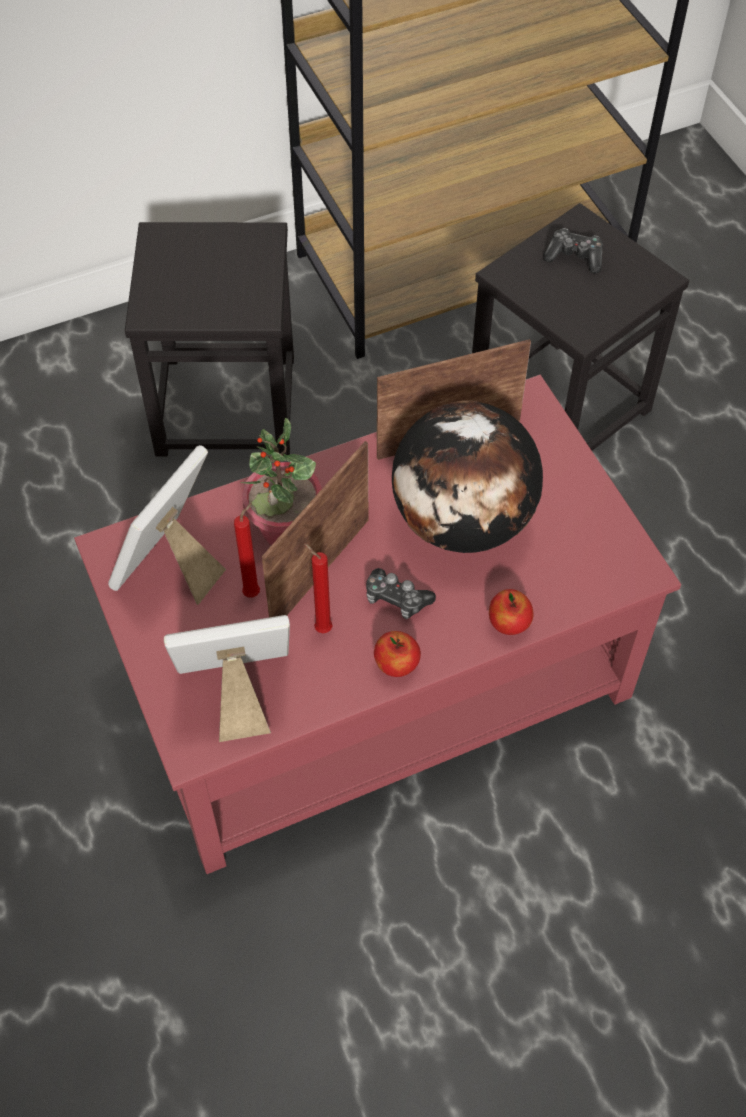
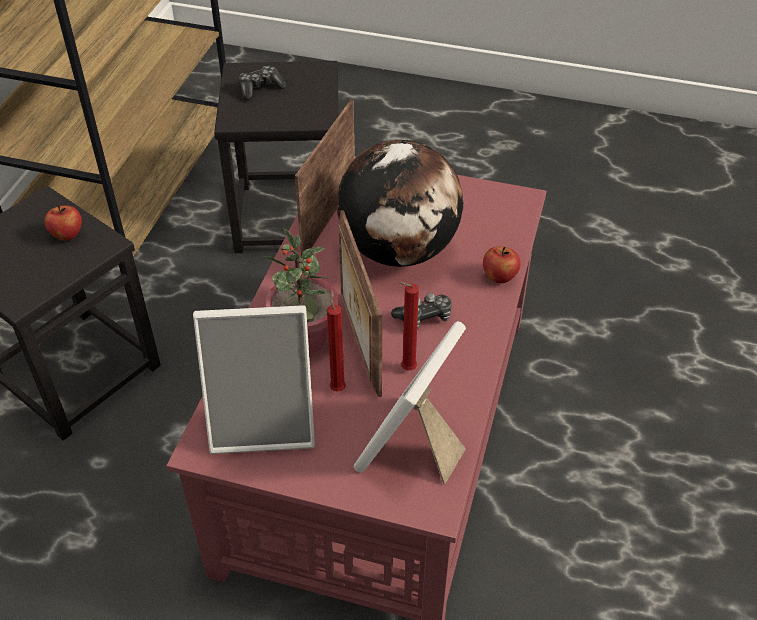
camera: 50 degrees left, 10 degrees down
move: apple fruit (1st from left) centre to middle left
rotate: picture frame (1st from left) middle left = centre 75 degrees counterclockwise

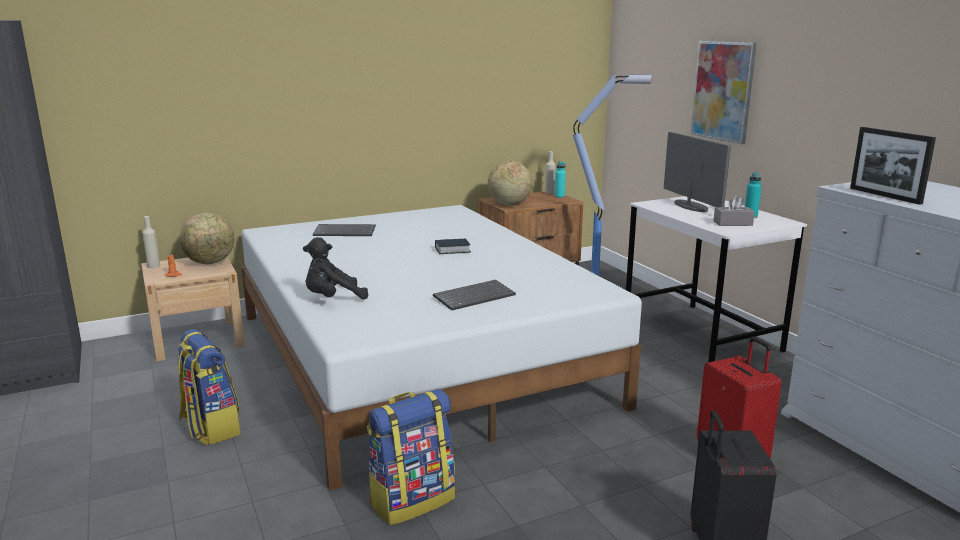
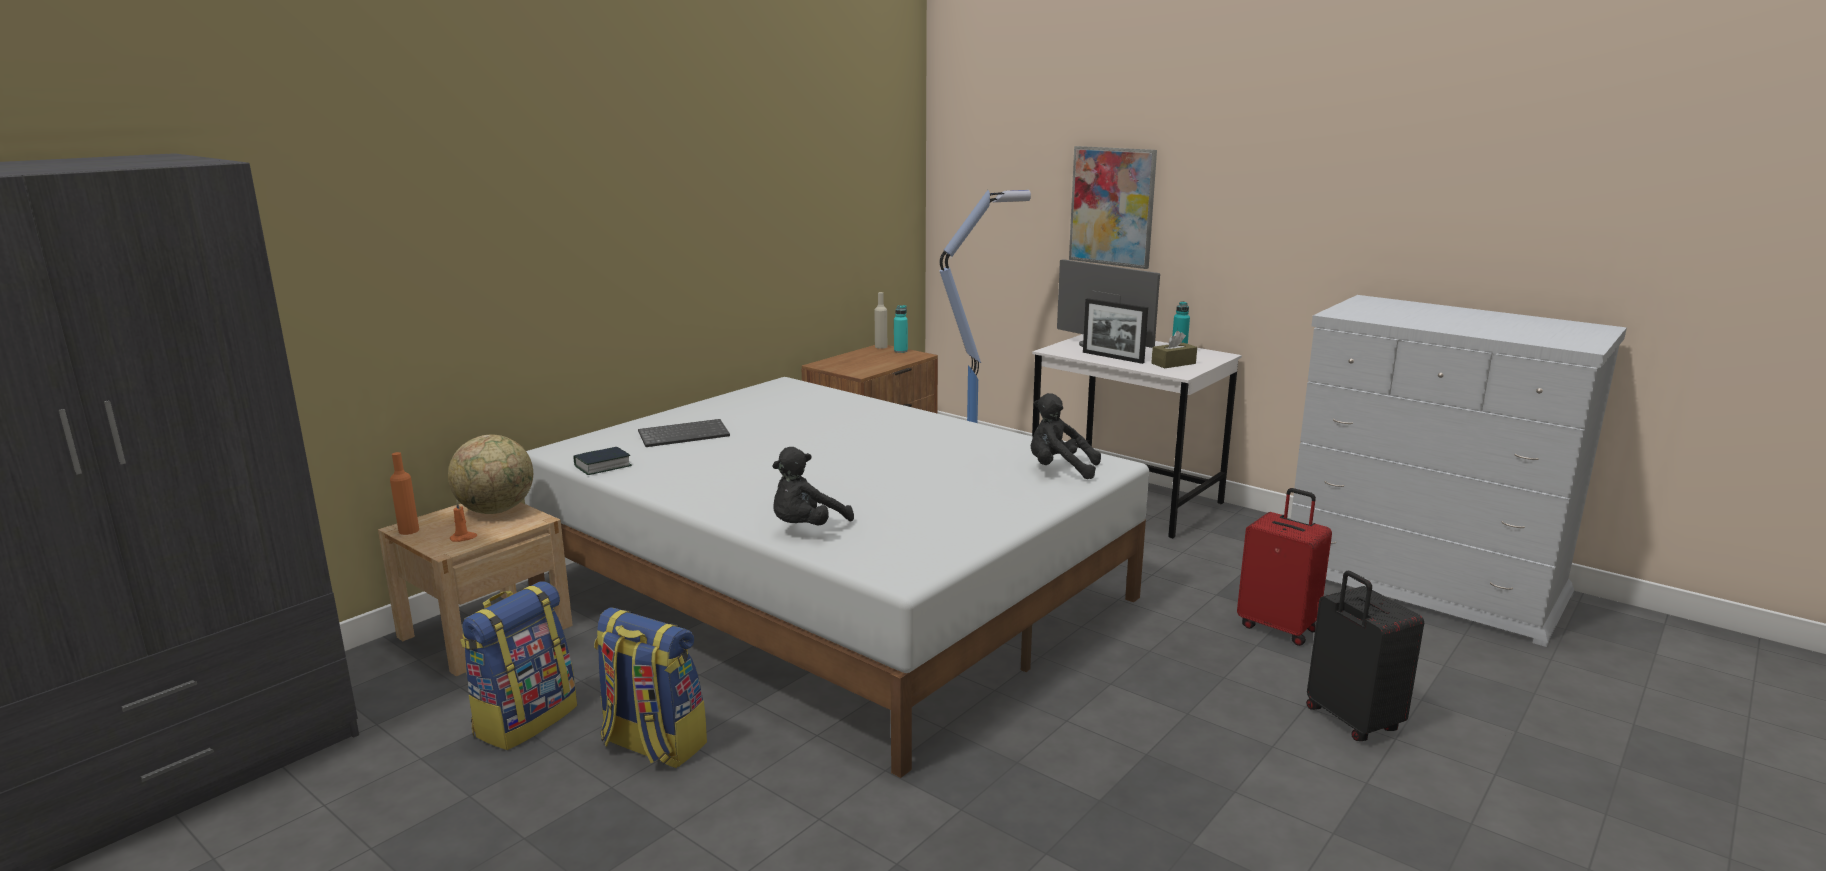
camera: 25 degrees left, 0 degrees up
delete: keyboard (2nd from left) centre; world globe (2nd from left) centre
insert: black soft toy (2nd from left) centre
move: knapsack (2nd from left in the first image) bottom centre to knapsack (1st from left) bottom left; volume centre to middle left; picture frame top right to centre
recolor: sand-coloured beverage bottle (1st from left) middle left to orange-coloured beverage bottle middle left; grey tissue holder middle right to brown-coloured tissue holder centre

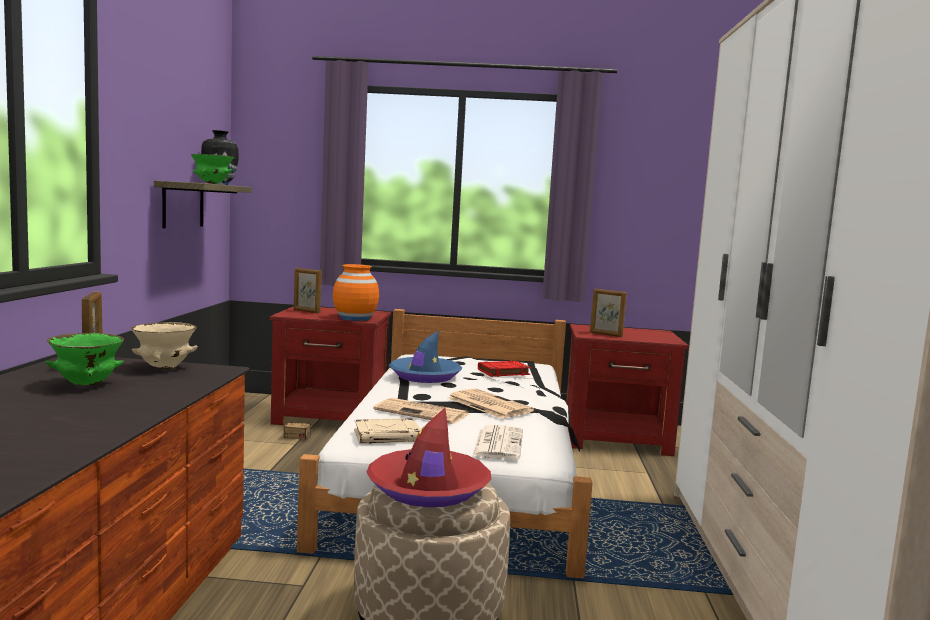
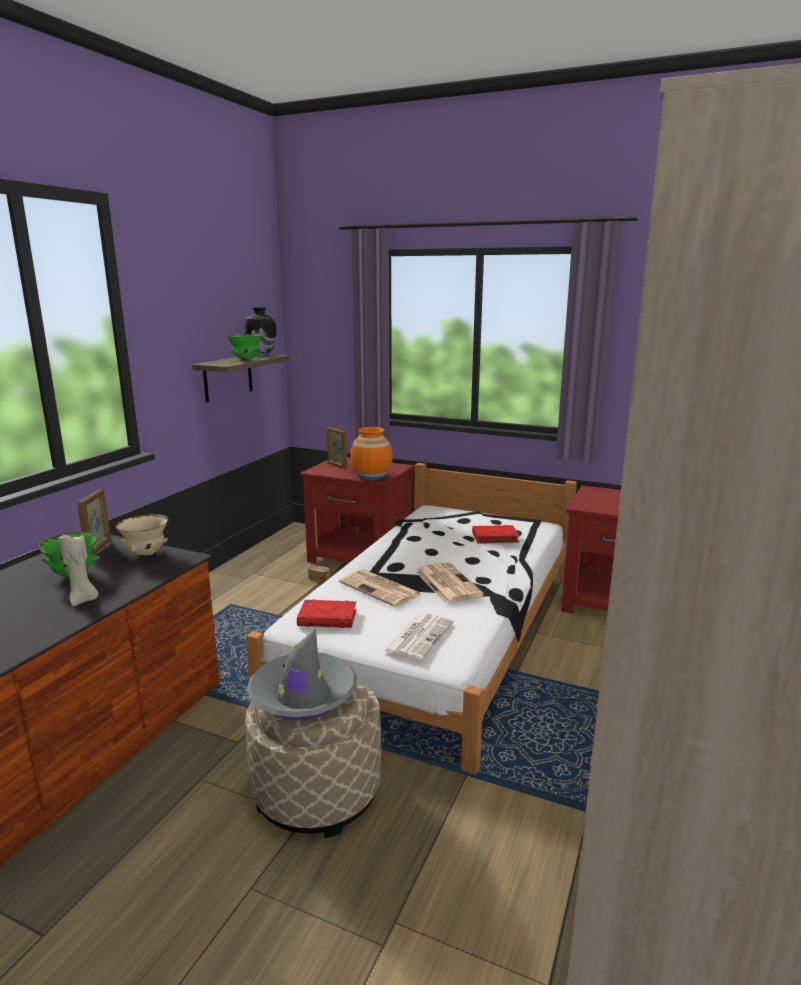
camera: 20 degrees right, 10 degrees up
delete: blue clothing hat centre; picture frame (3rd from left) centre
insert: sand-coloured wax light middle left
recolor: sand-coloured volume bottom centre to red-coloured volume (1st from left) centre; red-coloured clothing hat bottom centre to grey clothing hat bottom centre

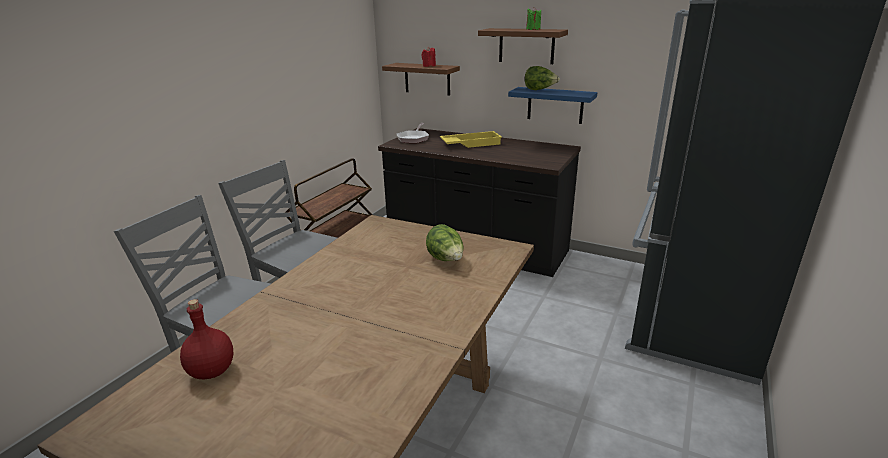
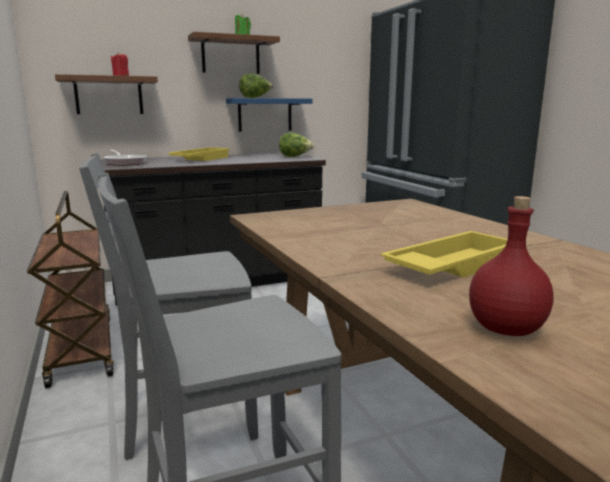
camera: 50 degrees left, 10 degrees down
insert: yellow serving tray (2nd from left) middle right
move: head of lettuce (1st from left in the first image) centre to head of lettuce (2nd from left) top centre

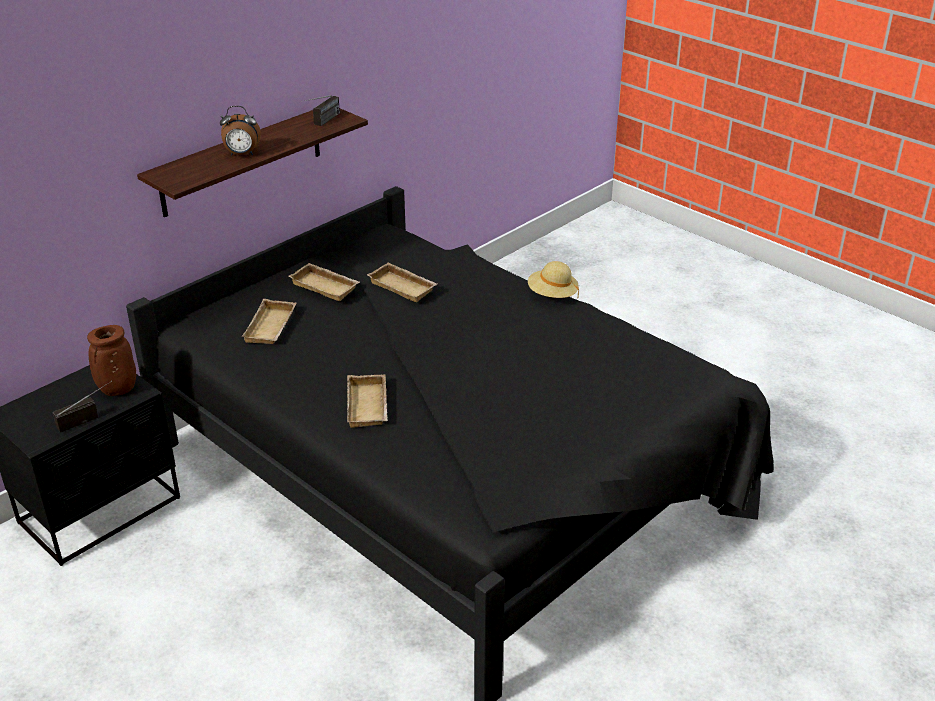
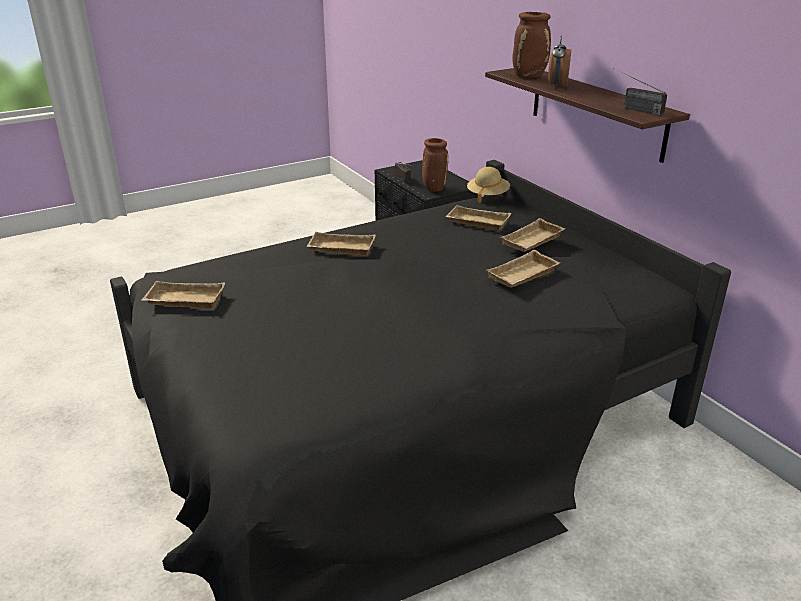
camera: 105 degrees right, 5 degrees down
insert: sand-coloured serving tray (1st from left) middle left; brown-coloured flower vase (2nd from left) top centre
move: sand-coloured clothing hat centre to top centre

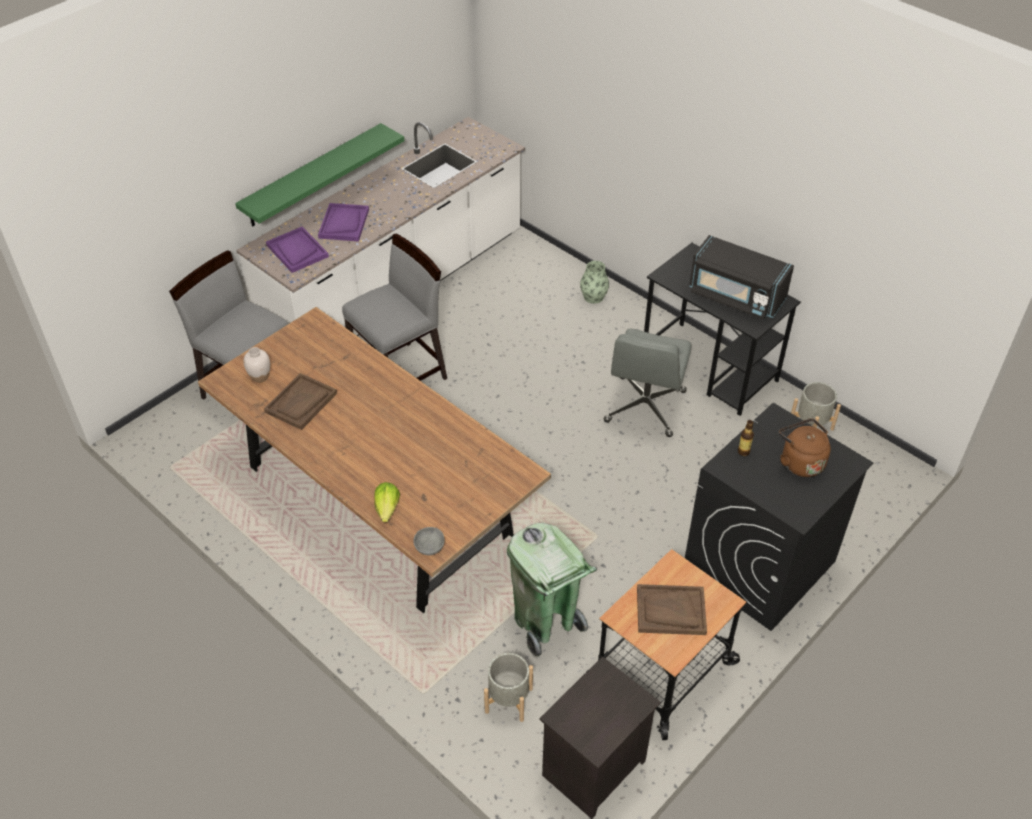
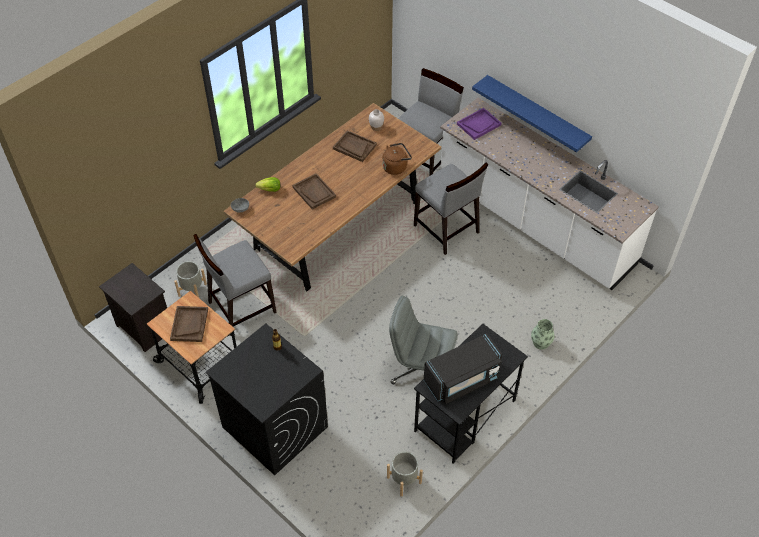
camera: 90 degrees right, 5 degrees up
delete: purple-coloured serving tray (2nd from left) top left
insert: brown-coloured serving tray (2nd from left) centre
move: brown-coloured kettle middle right to top centre
replace: green-coloured waste bin bottom centre to grey upright chair (1st from left) middle left
recolor: green-coloured wall shelf top left to blue wall shelf top right
rotate: black microwave oven middle right = bottom centre 150 degrees counterclockwise

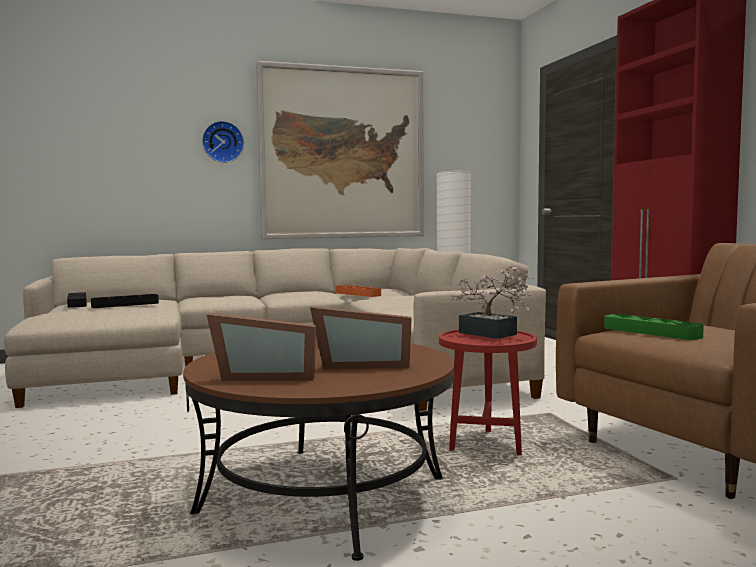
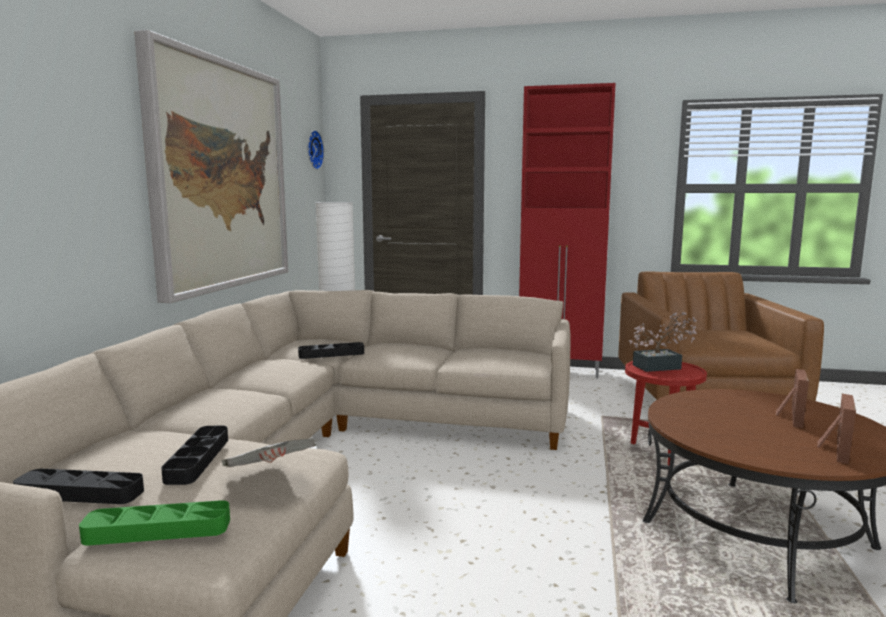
camera: 60 degrees left, 5 degrees up
insert: printed paper bottom left
move: wall clock top left to top centre; green-coloured serving tray middle right to bottom left
recolor: orange-coloured serving tray centre to black serving tray (3rd from left) centre

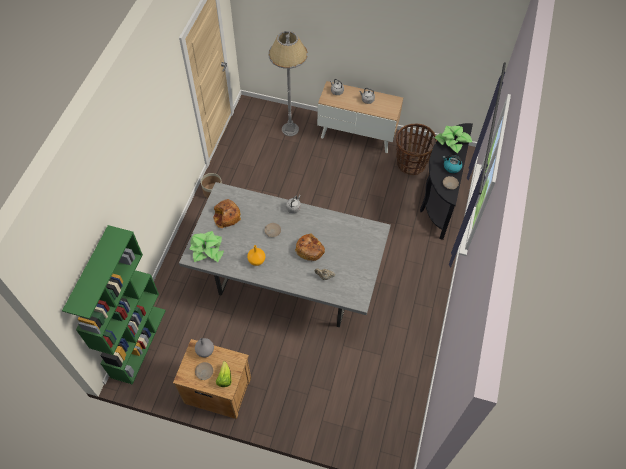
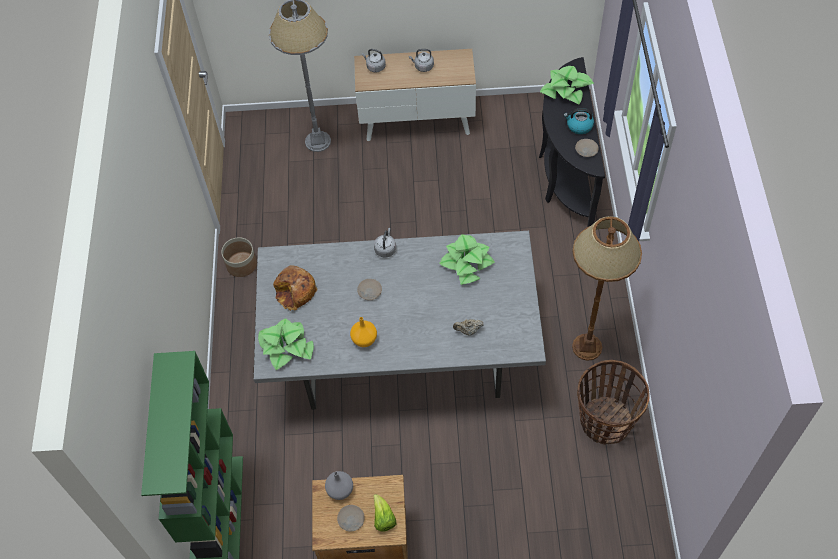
camera: 15 degrees left, 0 degrees up
delete: baked bread (2nd from left) centre
insert: houseplant (2nd from left) centre; brown-coloured floor lamp middle right
move: storage basket top centre to bottom right

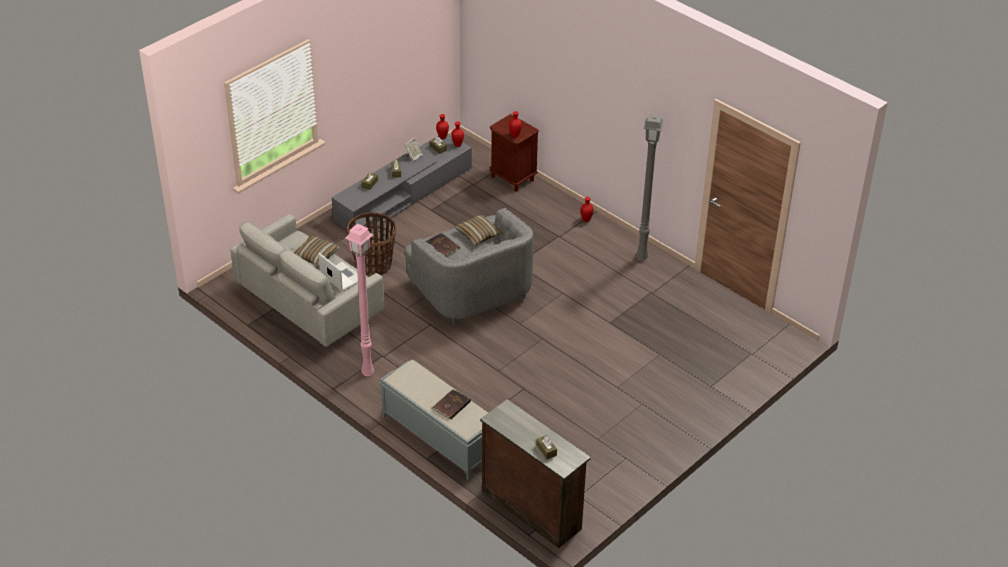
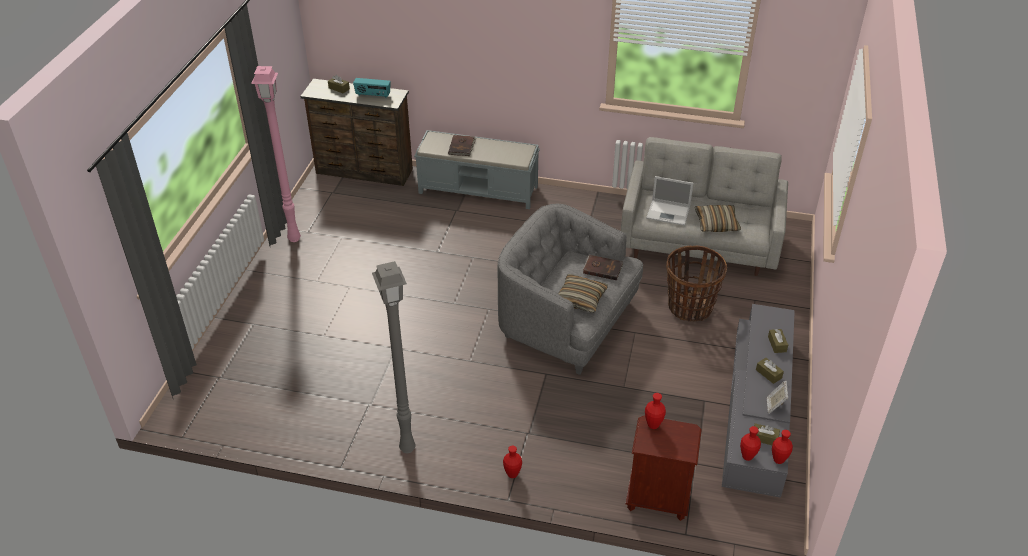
camera: 150 degrees right, 0 degrees up
insert: radio top centre
move: pinkish floor lamp centre to top left

